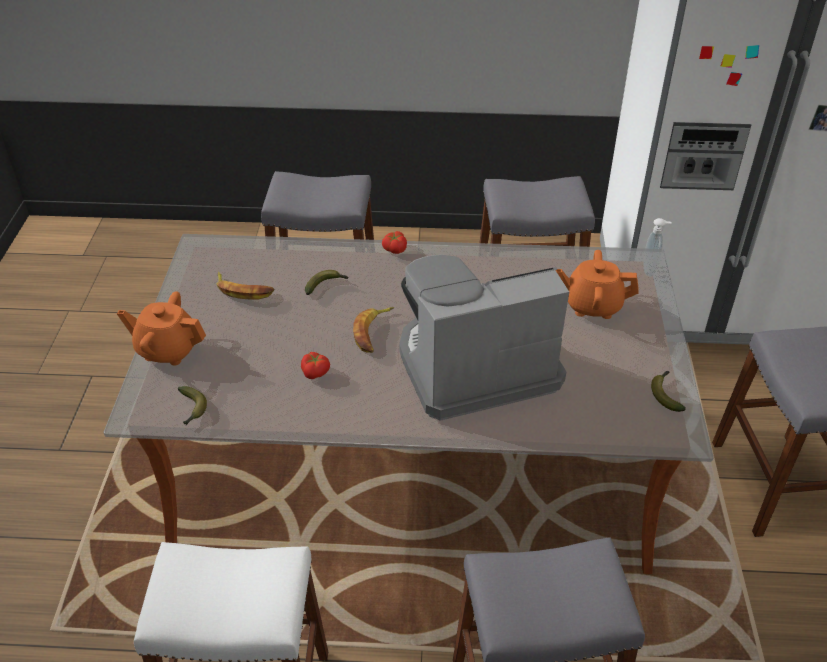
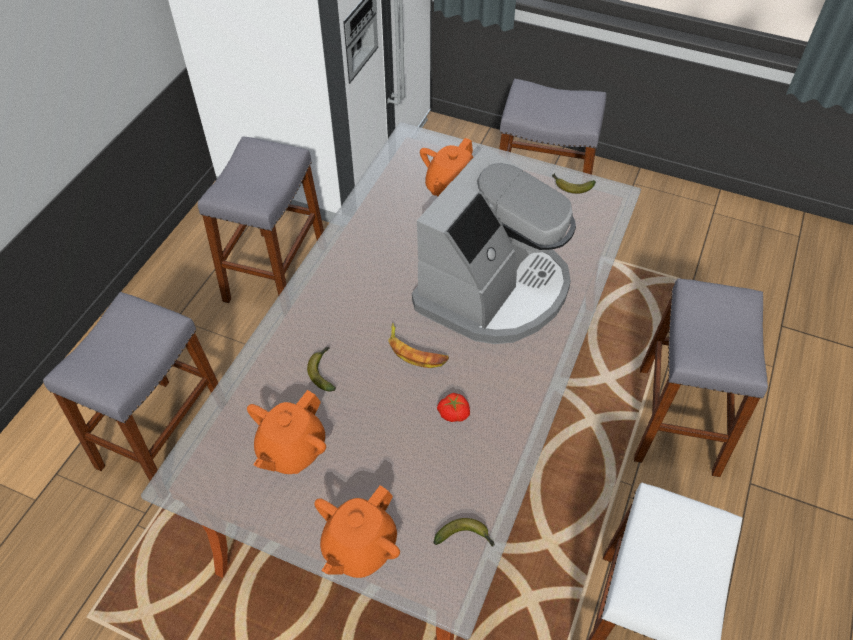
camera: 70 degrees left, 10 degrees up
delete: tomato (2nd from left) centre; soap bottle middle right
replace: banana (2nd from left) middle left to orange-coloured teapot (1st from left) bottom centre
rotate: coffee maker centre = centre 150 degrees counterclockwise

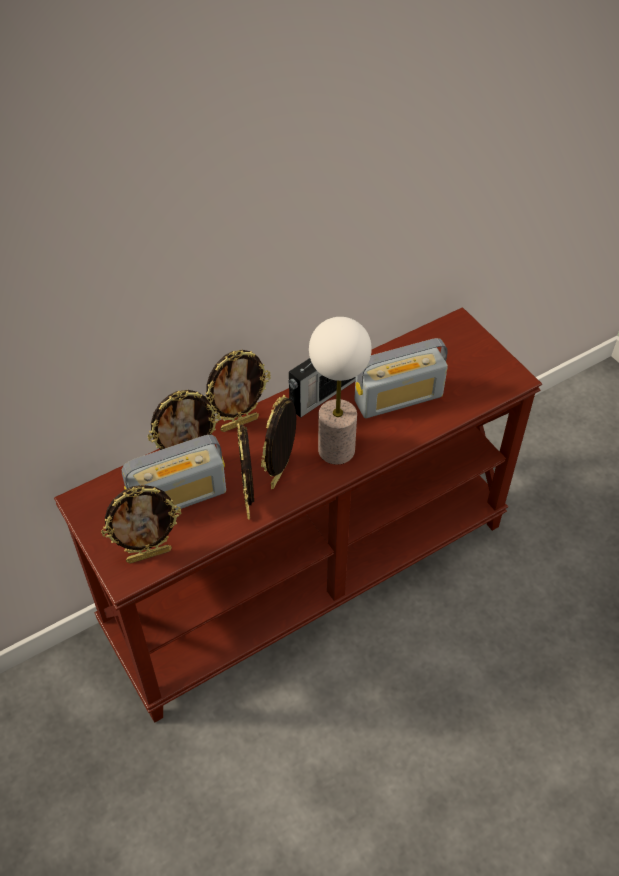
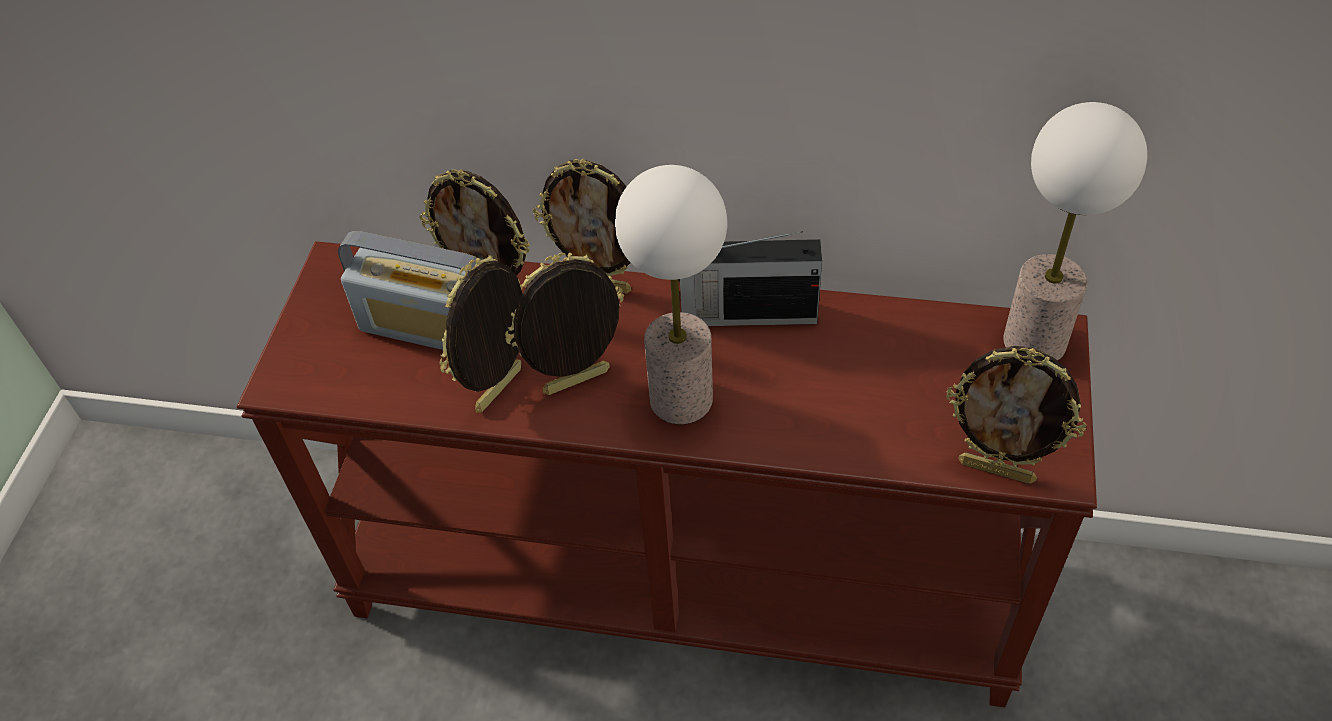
camera: 45 degrees right, 0 degrees up
delete: radio (3rd from left) centre
insert: tabletop lamp (2nd from left) top right
move: picture frame (1st from left in the first image) middle left to picture frame (5th from left) middle right

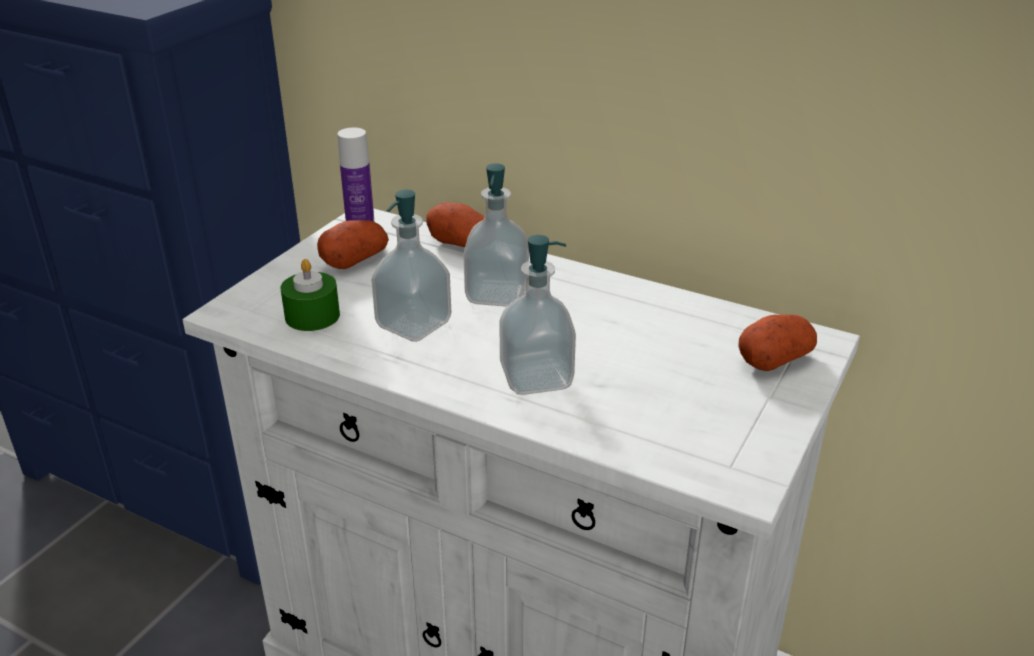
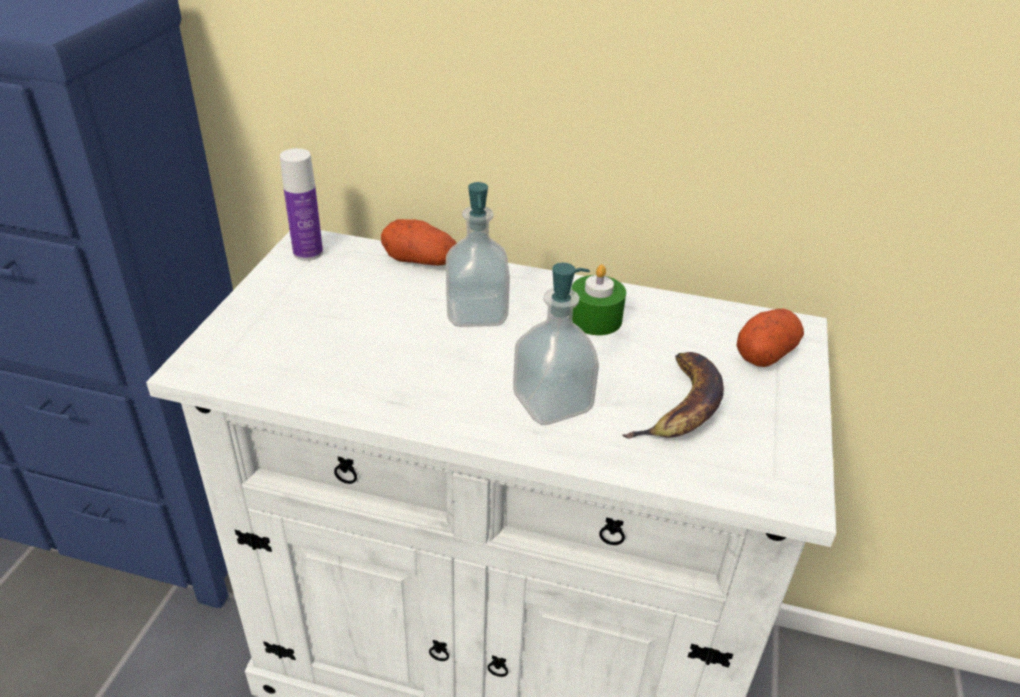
camera: 15 degrees left, 5 degrees up
delete: whole potato (1st from left) centre; soap bottle (1st from left) centre
insert: banana centre
move: green-coloured wax light middle left to centre

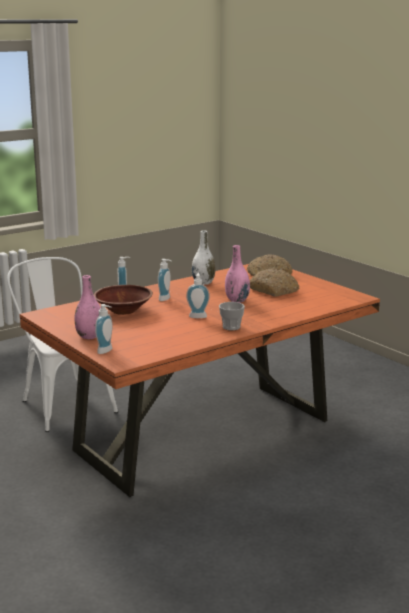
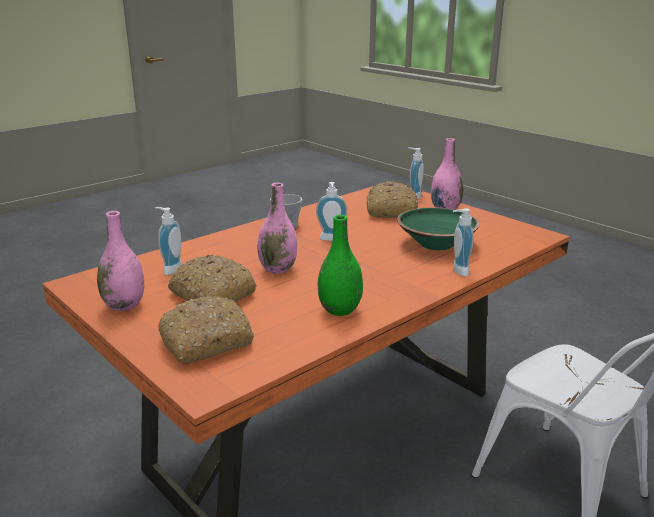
camera: 175 degrees right, 5 degrees up
insert: pinkish flower vase (1st from left) middle left; baked bread (3rd from left) centre
move: soap bottle (3rd from left in the first image) centre to soap bottle (1st from left) middle left
recolor: brown-coloured bowl middle left to green-coloured bowl middle right; white flower vase centre to green-coloured flower vase centre

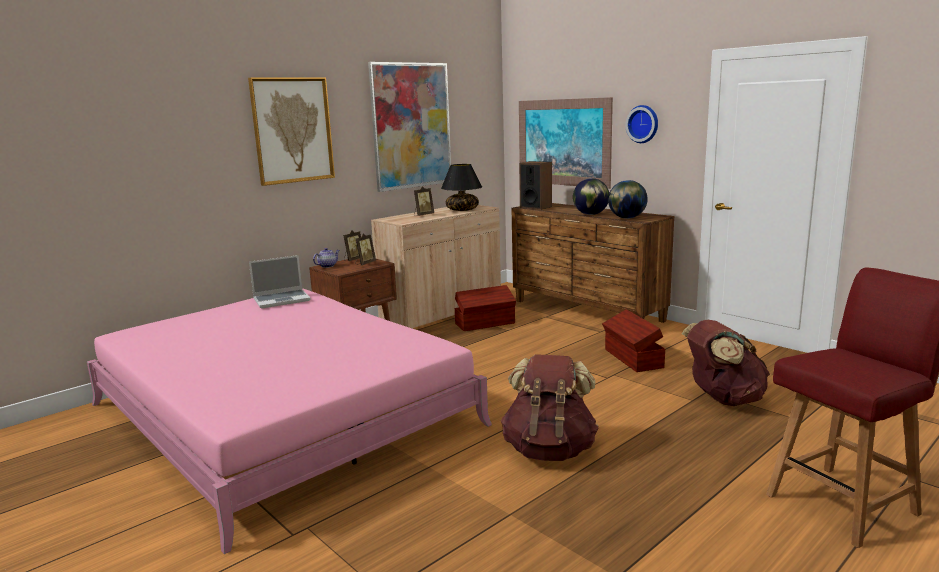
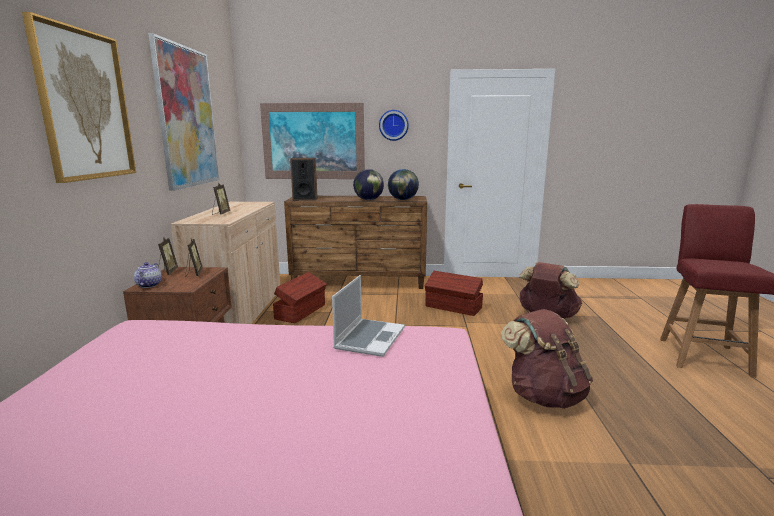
camera: 45 degrees left, 0 degrees up
delete: black tabletop lamp top centre
move: portable computer middle left to centre

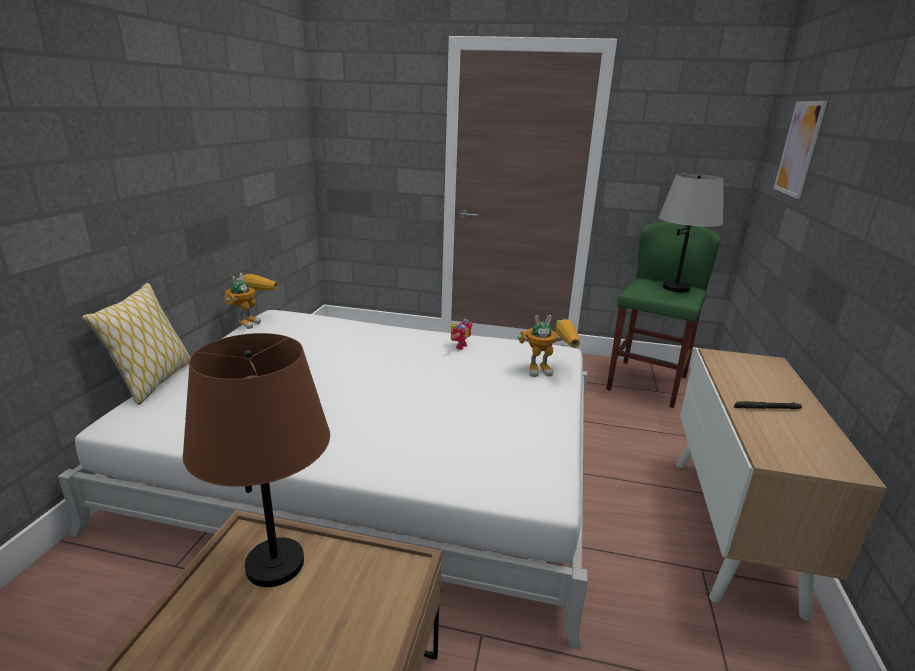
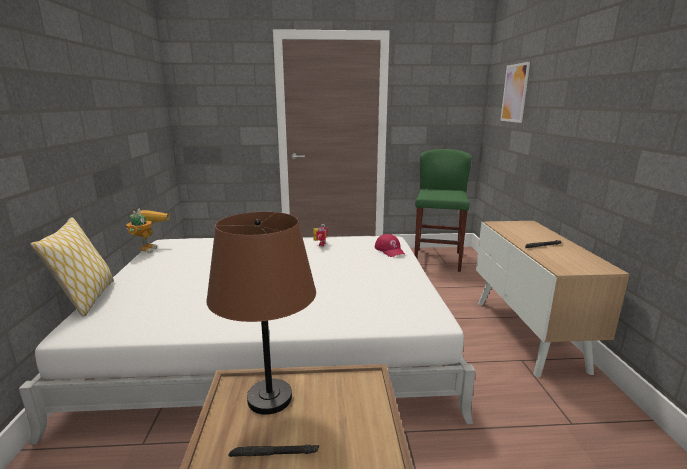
camera: 15 degrees left, 5 degrees down
delete: grey tabletop lamp middle right
insert: black flashlight (1st from left) bottom centre
replace: robot figure (3rd from left) centre to red-coloured cap centre

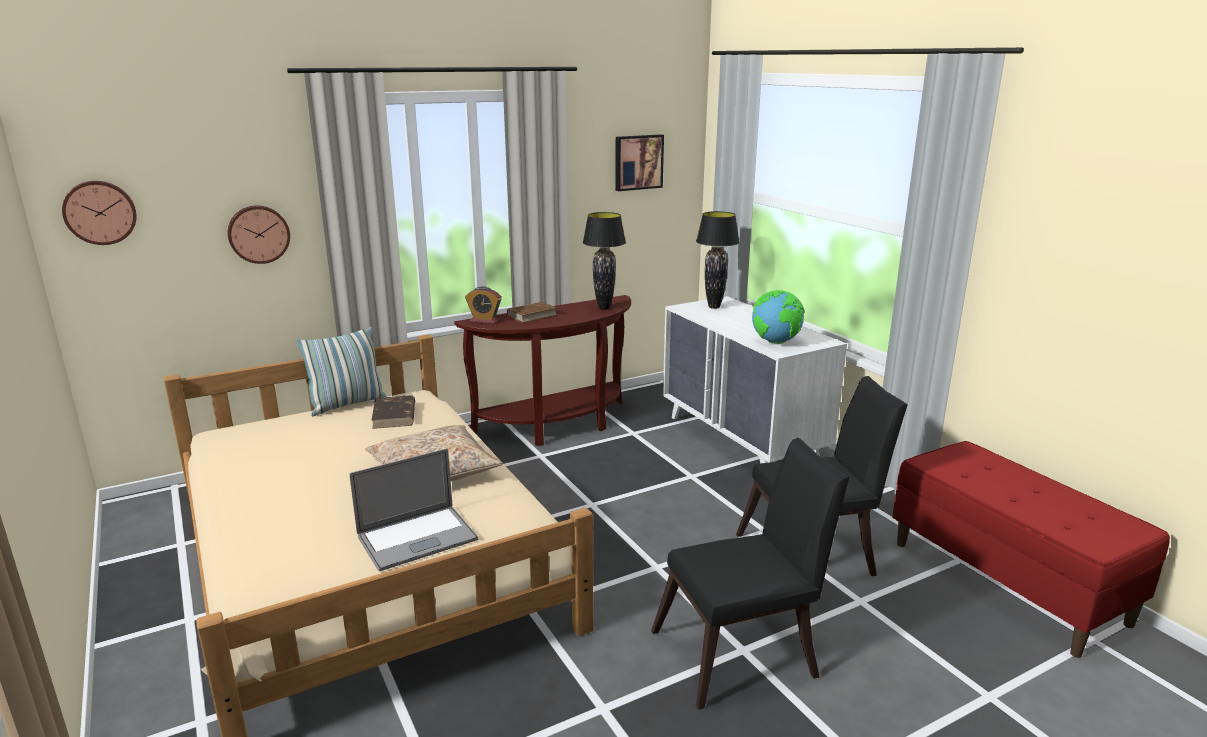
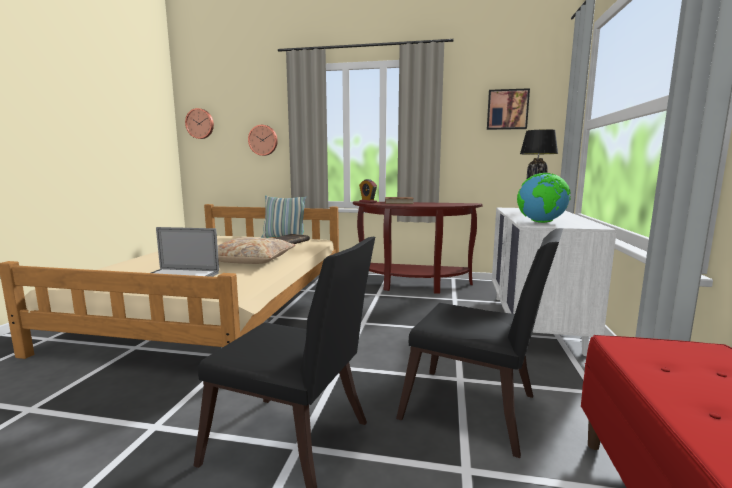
camera: 40 degrees right, 10 degrees down
delete: black tabletop lamp (1st from left) centre

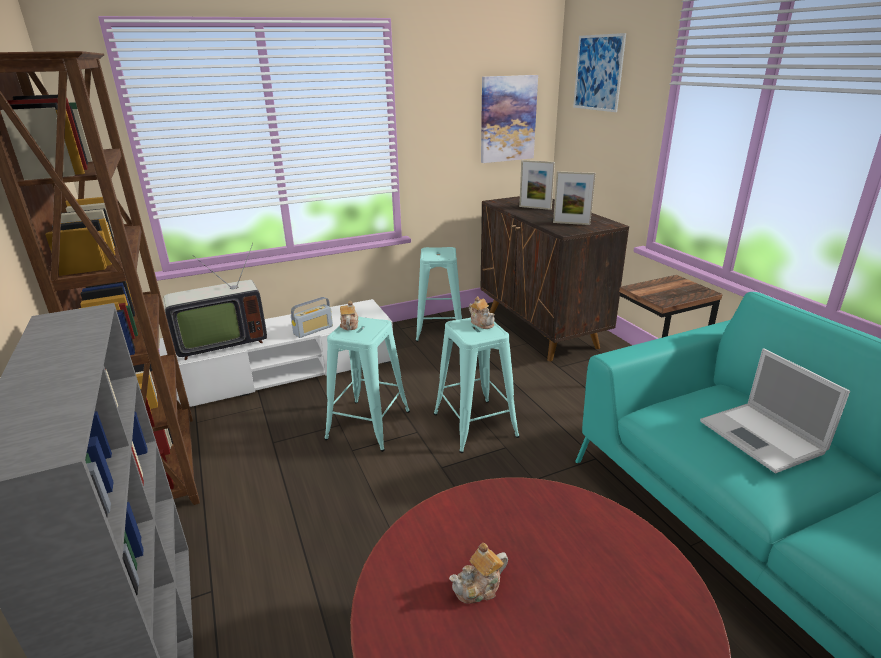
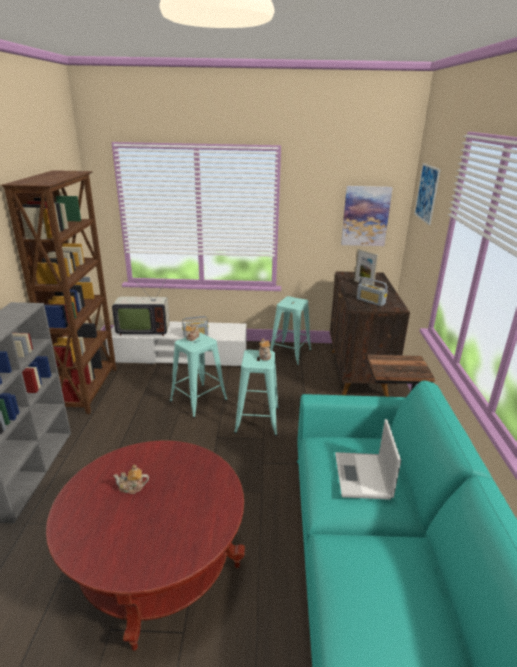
camera: 25 degrees right, 0 degrees up
replace: picture frame (2nd from left) top centre to radio (2nd from left) middle right

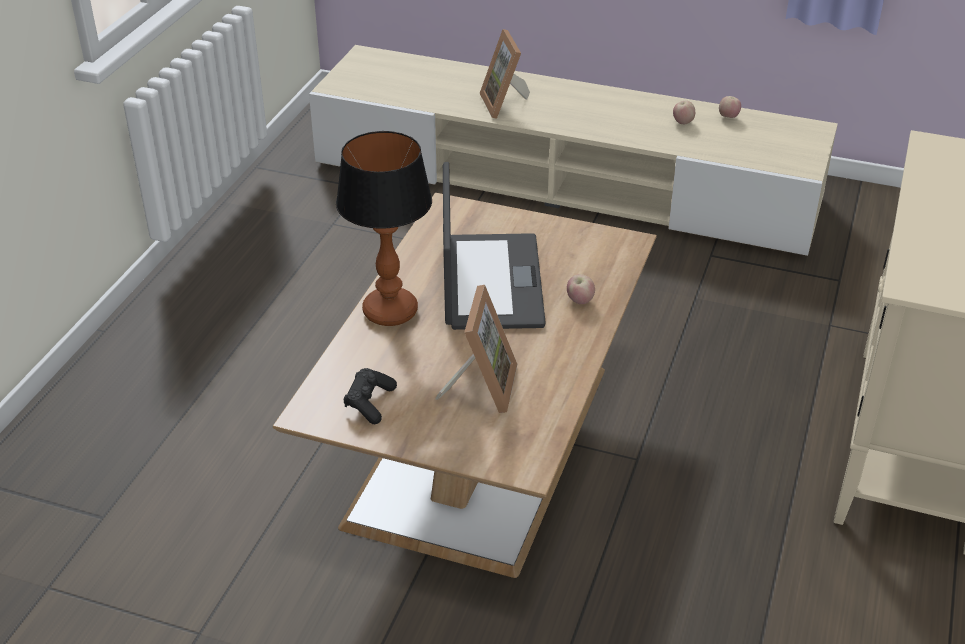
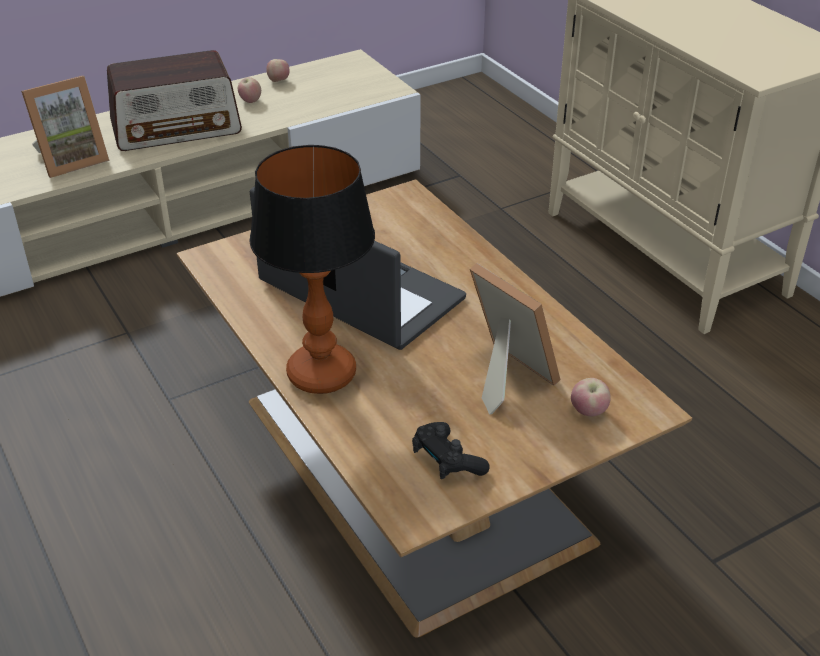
camera: 50 degrees left, 0 degrees up
insert: radio top left
move: apple fruit (1st from left in the first image) centre to apple fruit (3rd from left) middle right
rotate: picture frame (2nd from left in the first image) top centre = top left 60 degrees counterclockwise

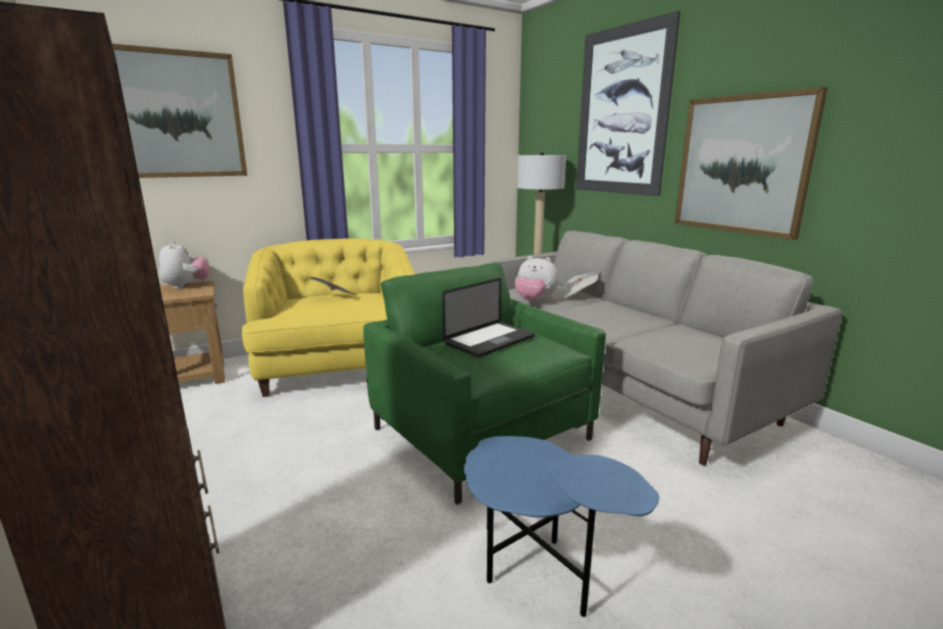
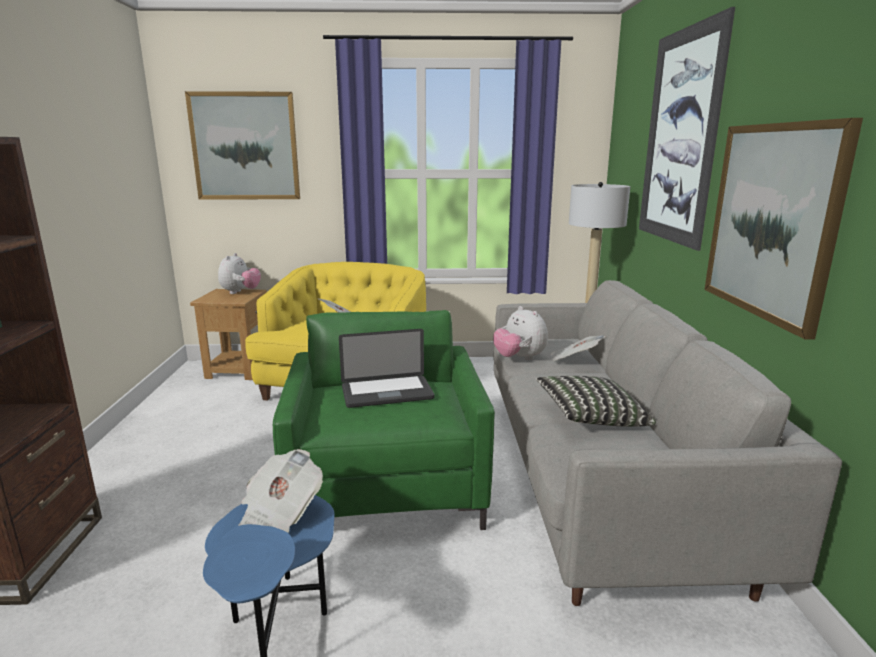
camera: 30 degrees right, 0 degrees up
insert: printed paper (1st from left) bottom left; pillow middle right

